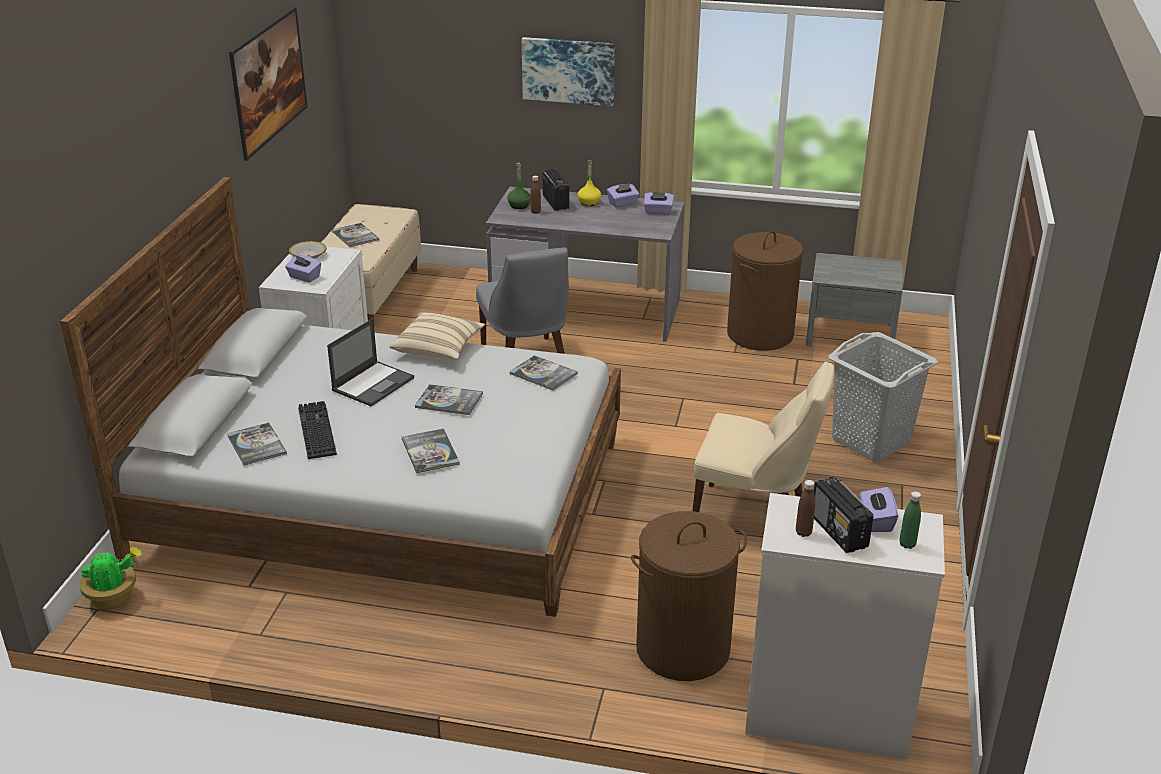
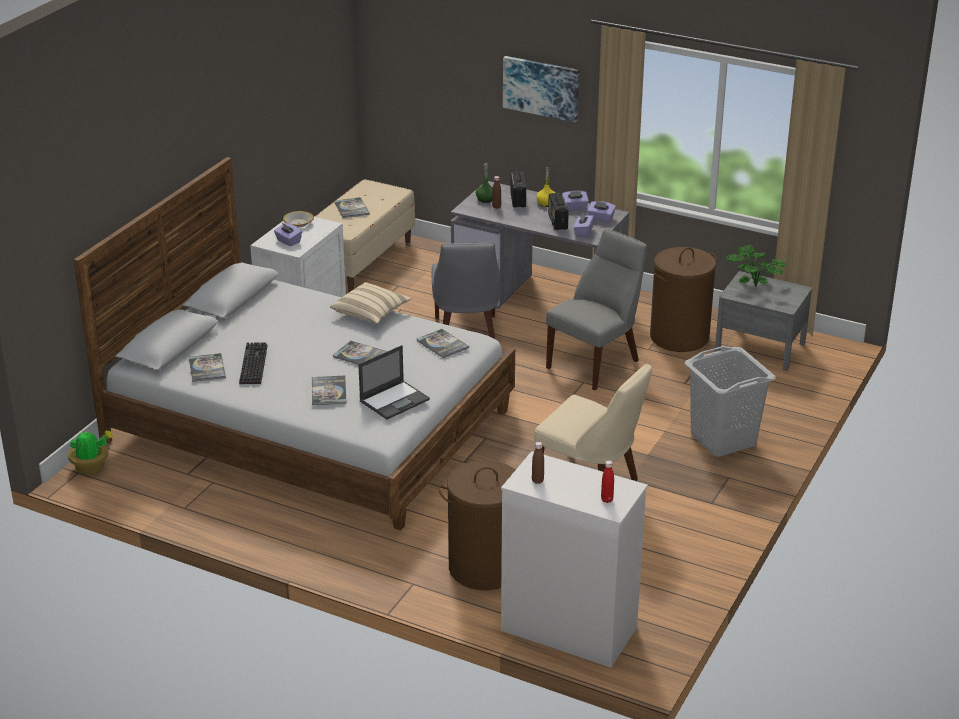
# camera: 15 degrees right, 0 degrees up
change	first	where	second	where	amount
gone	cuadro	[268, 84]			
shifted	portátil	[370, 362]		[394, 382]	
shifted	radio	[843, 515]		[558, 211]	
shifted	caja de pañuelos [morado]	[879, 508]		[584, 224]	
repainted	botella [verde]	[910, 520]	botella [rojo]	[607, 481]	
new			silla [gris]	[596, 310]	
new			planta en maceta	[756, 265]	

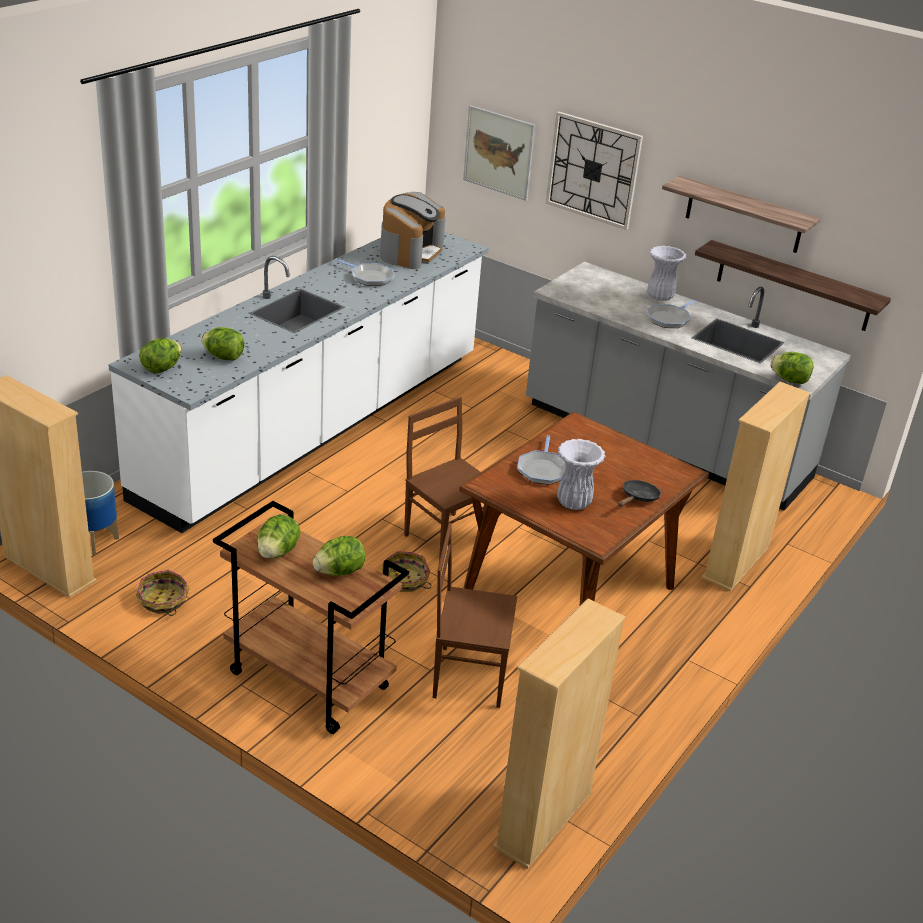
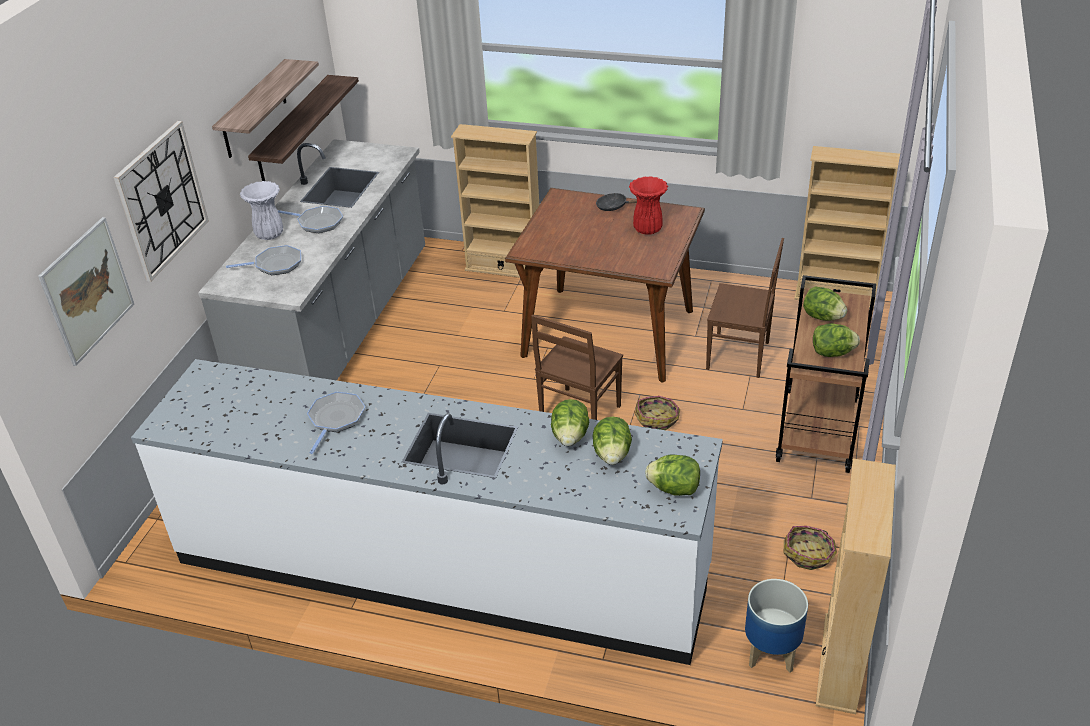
# camera: 105 degrees left, 5 degrees up
change	first	where	second	where	amount
gone	cafetera	[413, 230]			
rotated	silla [marrón]	[475, 615]		[745, 308]	60 degrees counterclockwise
shifted	sartén	[541, 460]		[263, 260]	
repainted	florero [blanco]	[581, 474]	florero [rojo]	[648, 205]	
shifted	lechuga	[791, 368]		[570, 422]	

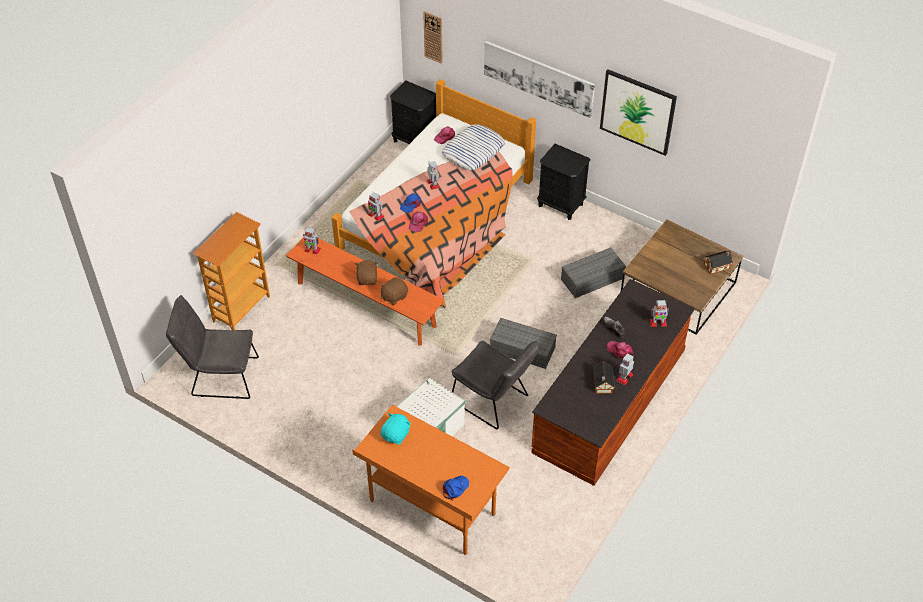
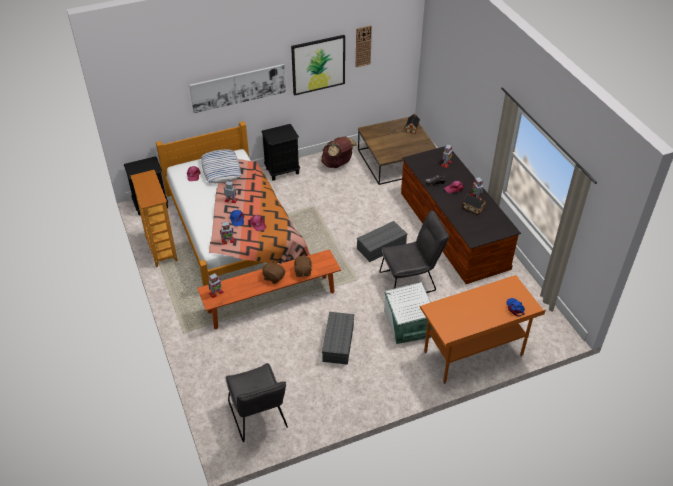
# camera: 55 degrees left, 5 degrees down
change	first	where	second	where	amount
rotated	silla [gris]	[212, 347]		[257, 402]	60 degrees counterclockwise
shifted	estantería	[231, 271]		[154, 218]	
gone	peluche [turquesa]	[396, 429]			
shifted	reloj de pared	[433, 37]		[364, 46]	
shifted	caja de almacenaje [gris]	[593, 272]		[338, 338]	
new			mochila [marrón]	[339, 152]	

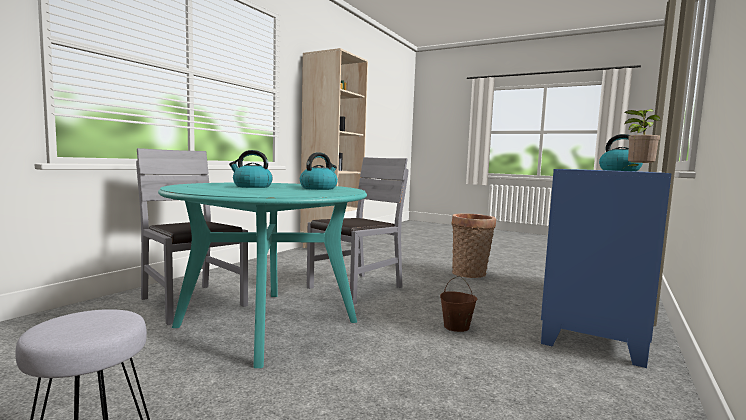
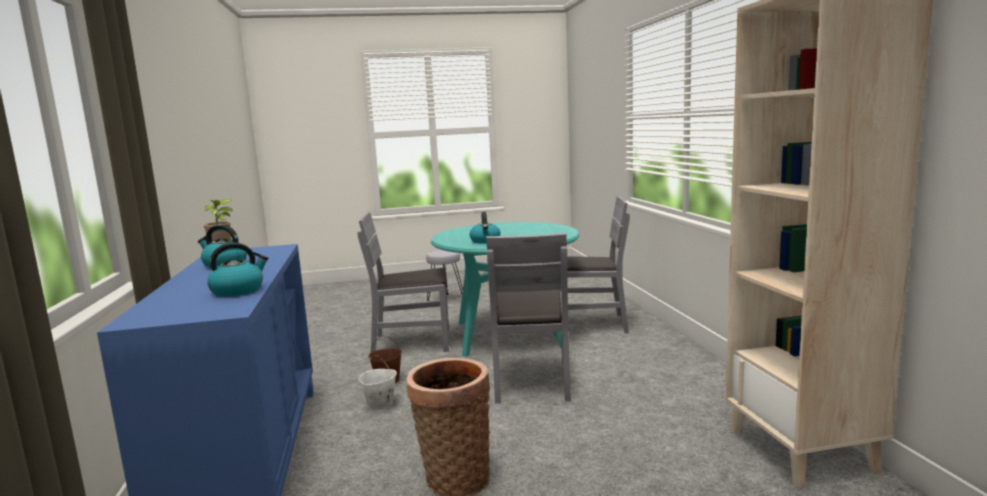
# camera: 140 degrees right, 5 degrees up
change	first	where	second	where	amount
shifted	hervidor	[251, 169]		[237, 269]	
new			silla [gris]	[403, 282]	
new			cubo [blanco]	[378, 382]	

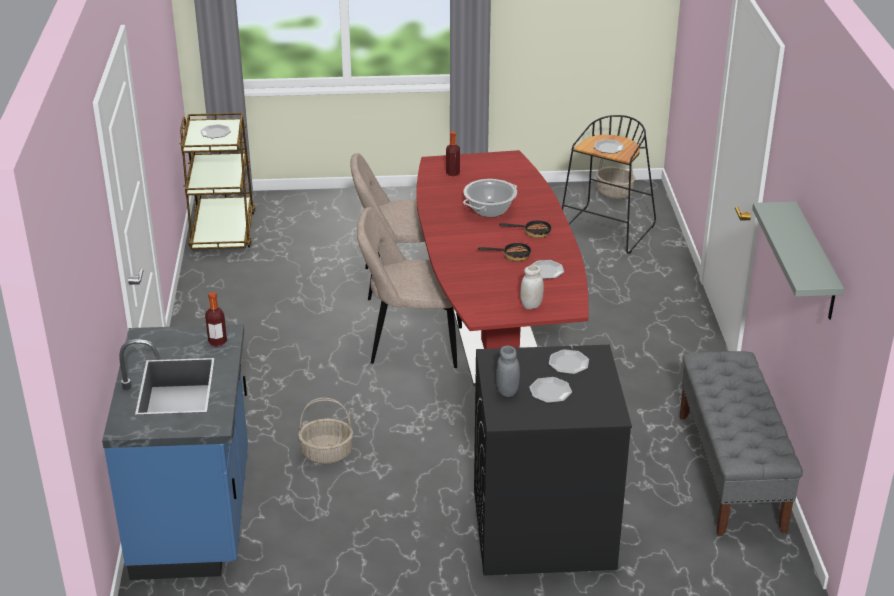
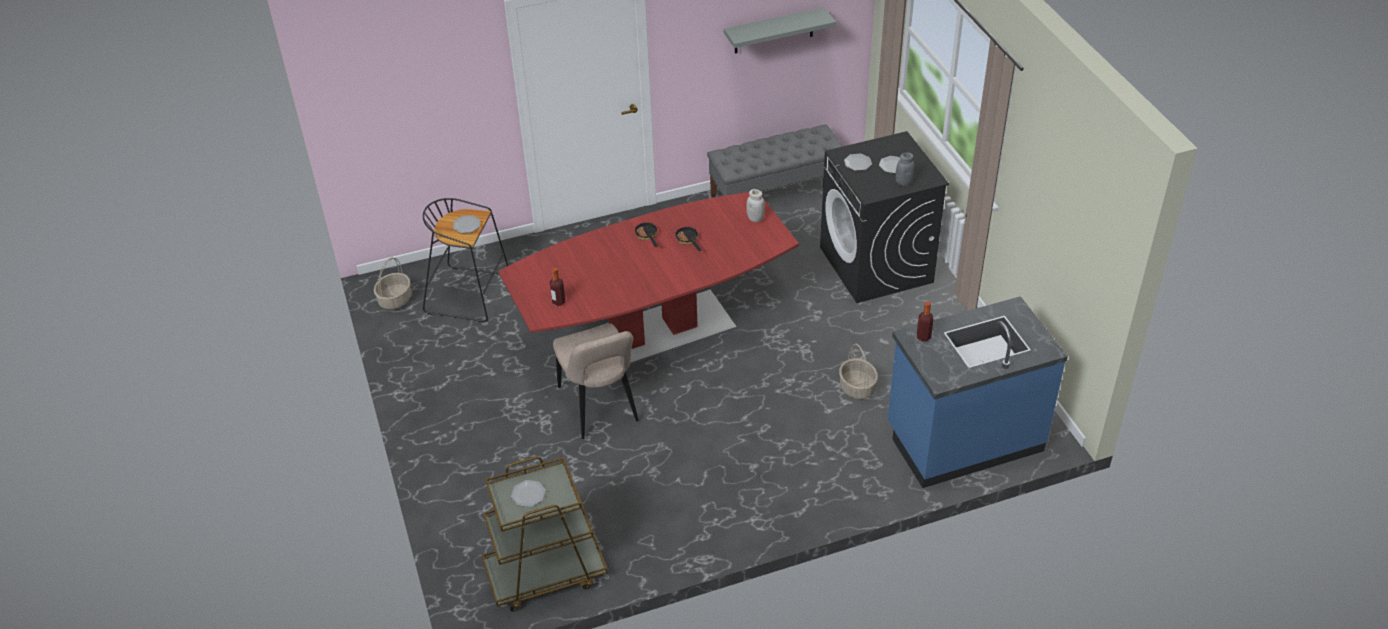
# camera: 105 degrees left, 10 degrees up
change	first	where	second	where	amount
gone	silla [beis]	[409, 287]			
gone	olla	[490, 198]			
gone	plato	[547, 269]			

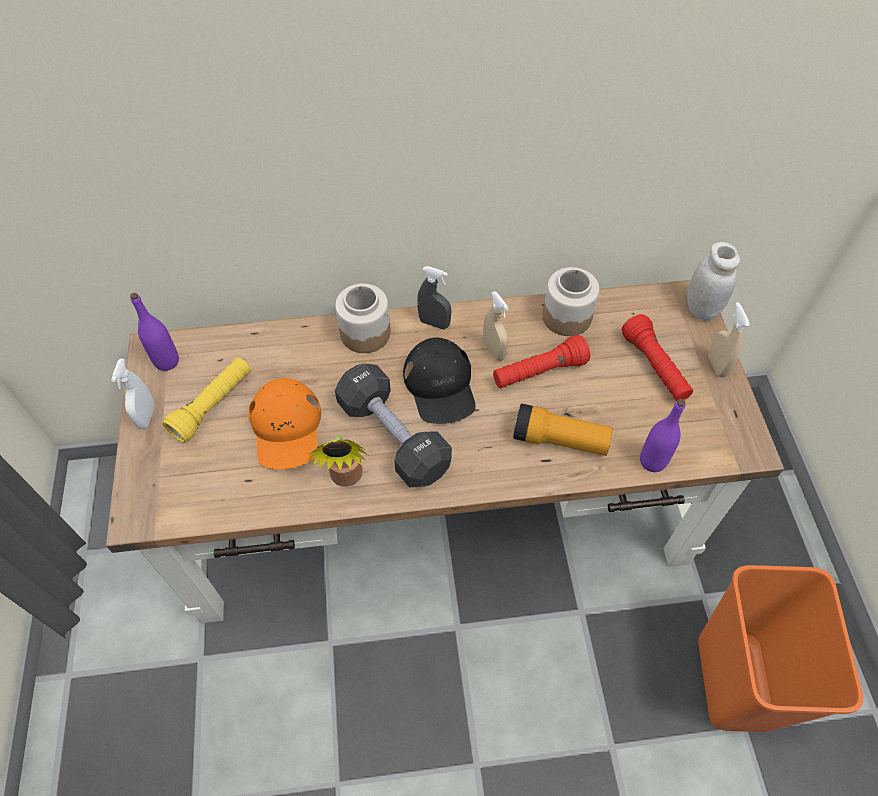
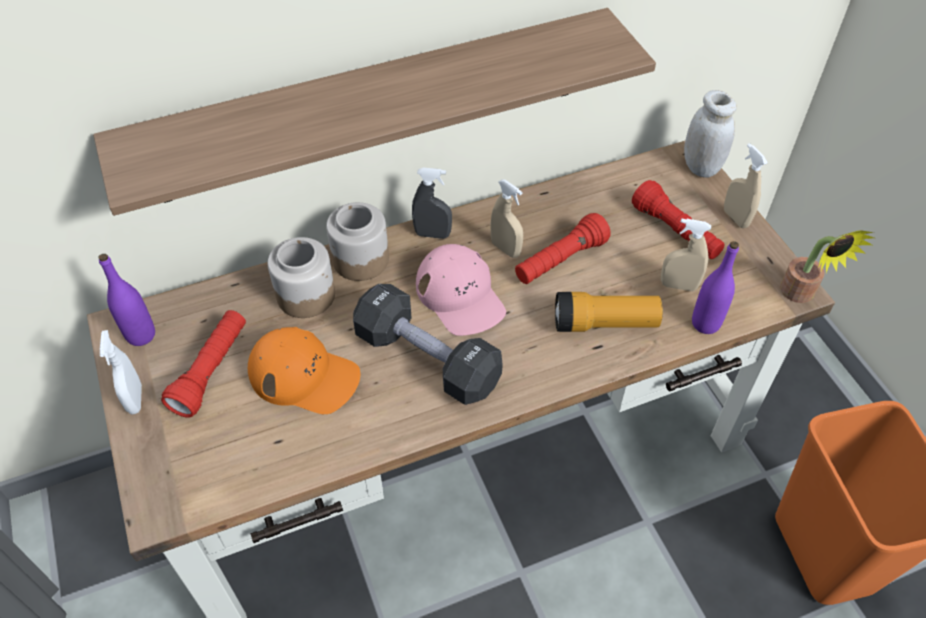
# camera: 15 degrees left, 5 degrees down
change	first	where	second	where	amount
repainted	linterna [amarillo]	[207, 400]	linterna [rojo]	[203, 364]	
rotated	gorra [naranja]	[285, 423]		[304, 370]	45 degrees counterclockwise
shifted	planta en maceta	[338, 461]		[827, 266]	
repainted	gorra [negro]	[439, 381]	gorra [rosa]	[461, 290]	
shifted	tarro	[571, 301]		[301, 277]	
new			estante	[374, 112]	
new			pulverizador [beis]	[686, 255]	

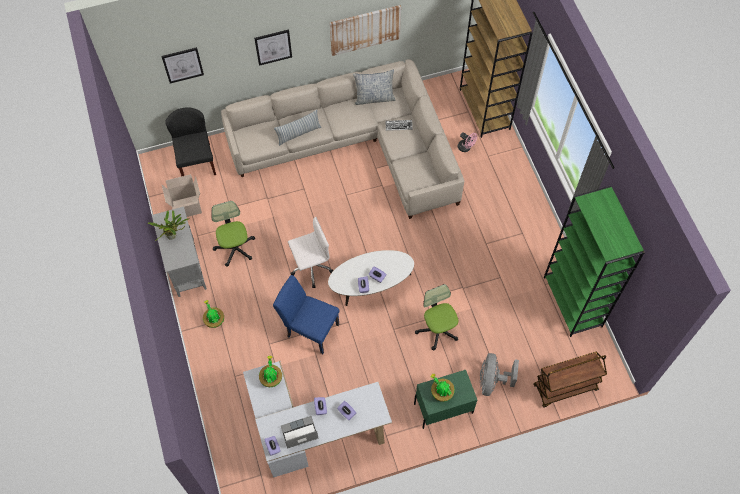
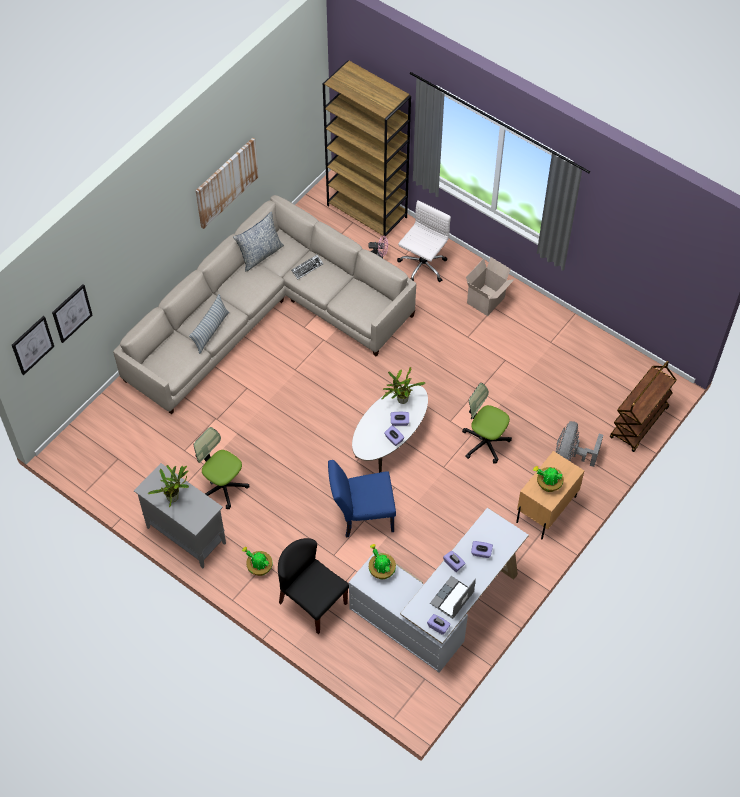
# camera: 35 degrees left, 5 degrees down
change	first	where	second	where	amount
shifted	caja de cartón	[182, 195]		[490, 286]	
shifted	silla [negro]	[190, 141]		[313, 586]	
shifted	cuadro	[273, 47]		[33, 345]	
shifted	silla de oficina [blanco]	[311, 252]		[424, 241]	
repainted	mesita de noche [verde]	[445, 399]	mesita de noche [beis]	[550, 495]	
rotated	ventilador [gris]	[499, 374]		[579, 444]	45 degrees clockwise
gone	estantería [verde]	[594, 261]			
new			planta en maceta	[403, 385]	

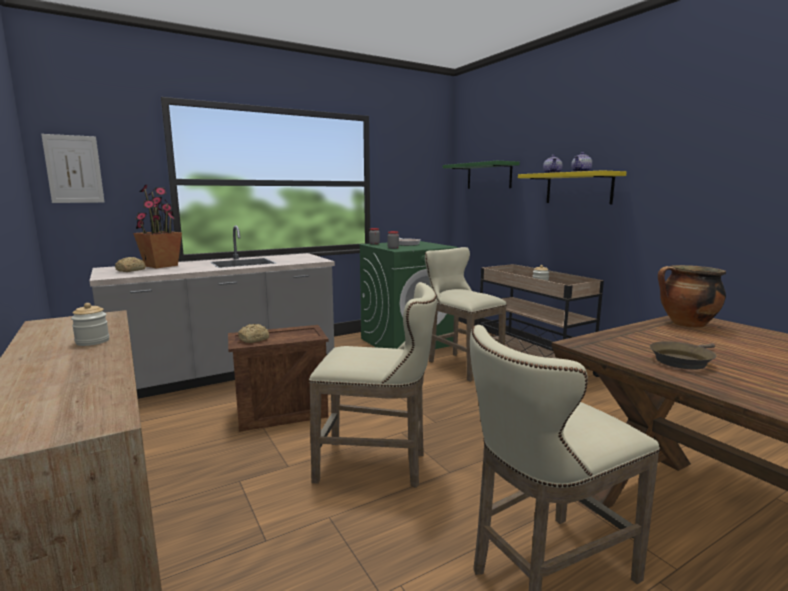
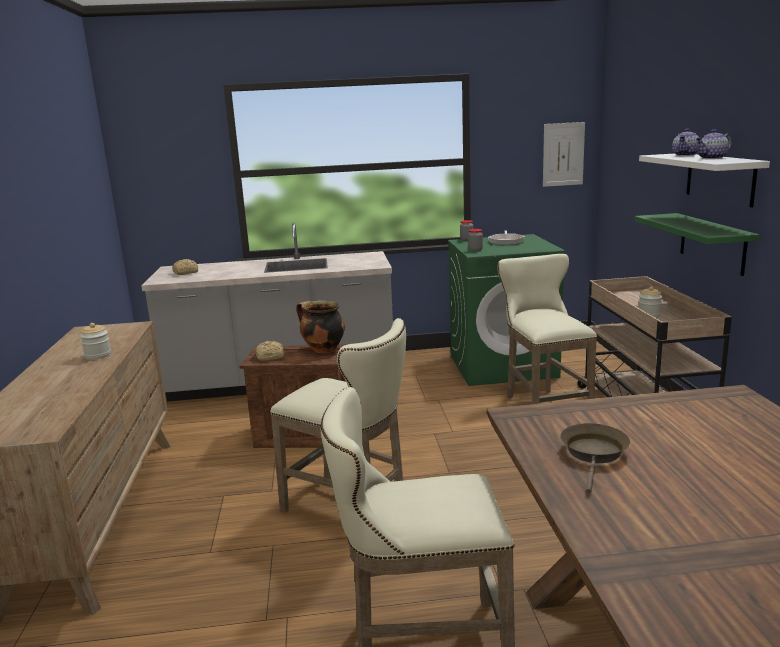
# camera: 25 degrees right, 5 degrees up
change	first	where	second	where	amount
shifted	cuadro	[73, 168]		[564, 154]	
gone	planta en maceta	[157, 226]			
shifted	estante [verde]	[481, 175]		[697, 244]	
repainted	estante [amarillo]	[572, 187]	estante [blanco]	[704, 180]	
rotated	sartén [marrón]	[683, 355]		[595, 458]	120 degrees clockwise
shifted	olla	[692, 296]		[320, 326]	

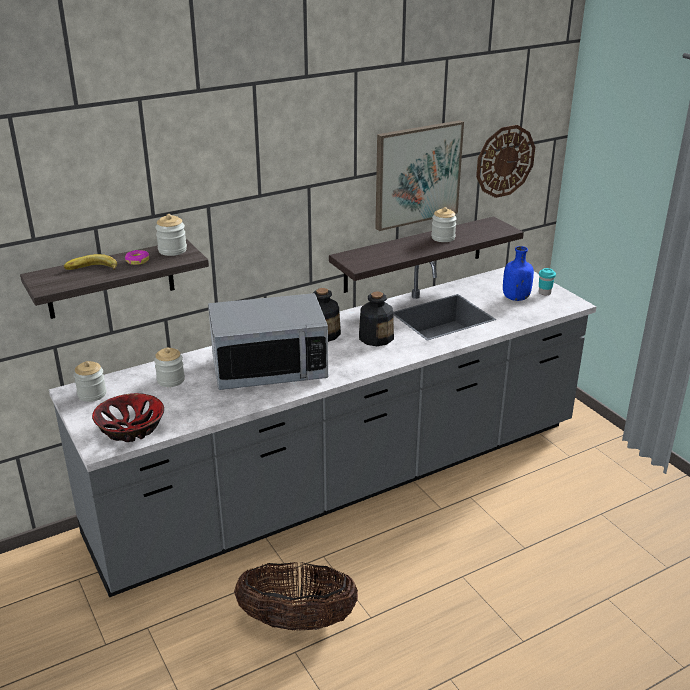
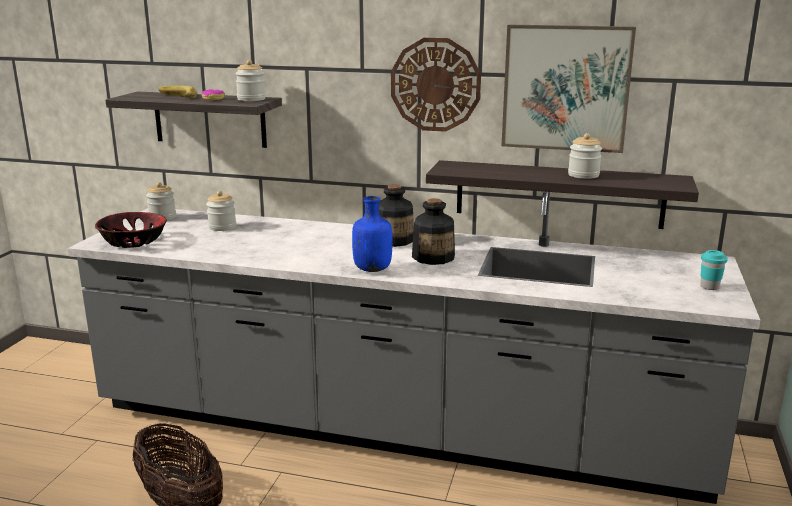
# camera: 45 degrees right, 10 degrees down
change	first	where	second	where	amount
gone	microondas	[268, 341]			
shifted	reloj de pared	[505, 161]		[436, 85]	
shifted	botella [azul]	[518, 273]		[372, 234]	

